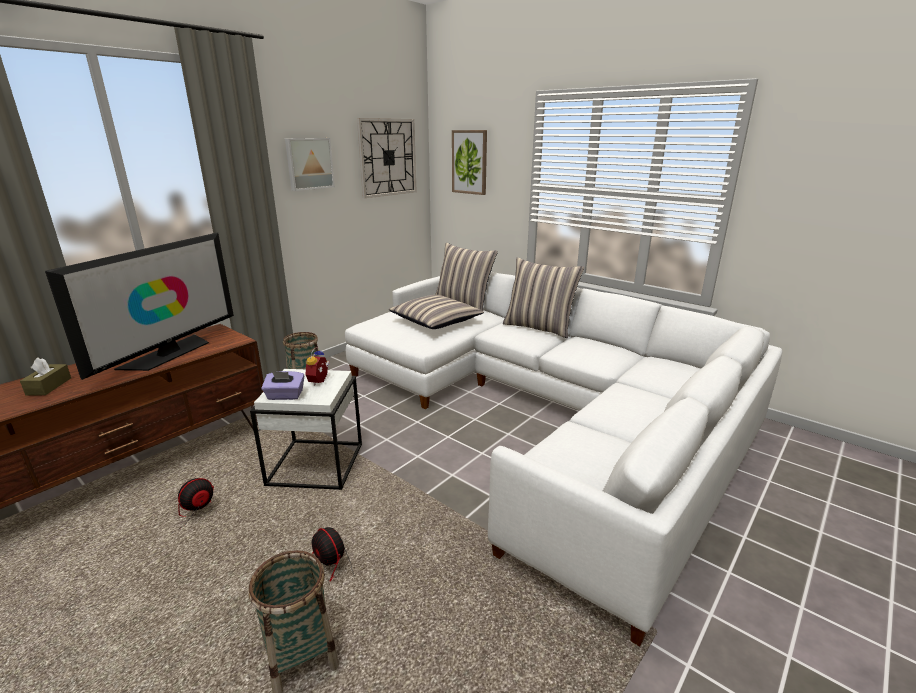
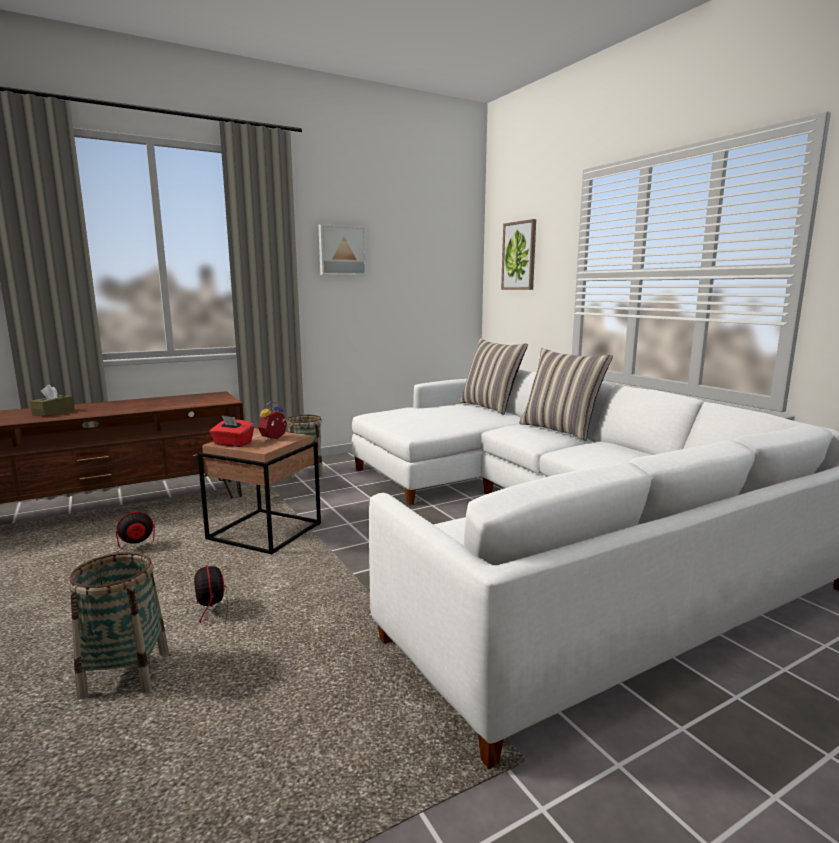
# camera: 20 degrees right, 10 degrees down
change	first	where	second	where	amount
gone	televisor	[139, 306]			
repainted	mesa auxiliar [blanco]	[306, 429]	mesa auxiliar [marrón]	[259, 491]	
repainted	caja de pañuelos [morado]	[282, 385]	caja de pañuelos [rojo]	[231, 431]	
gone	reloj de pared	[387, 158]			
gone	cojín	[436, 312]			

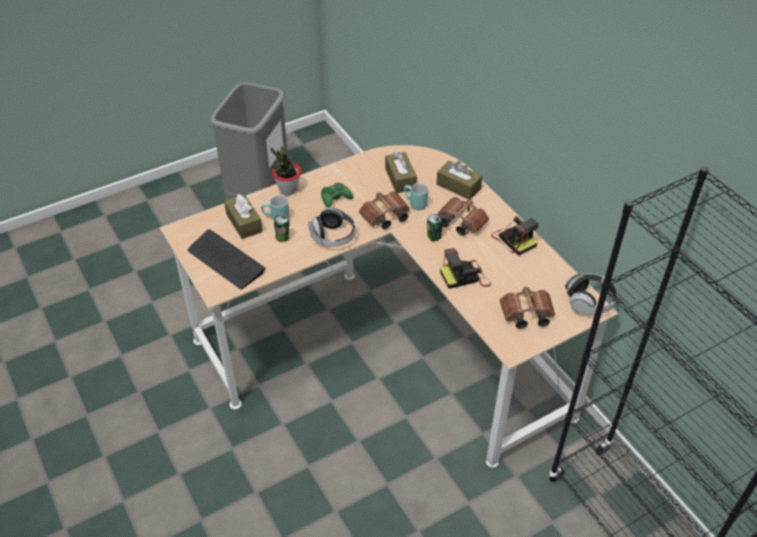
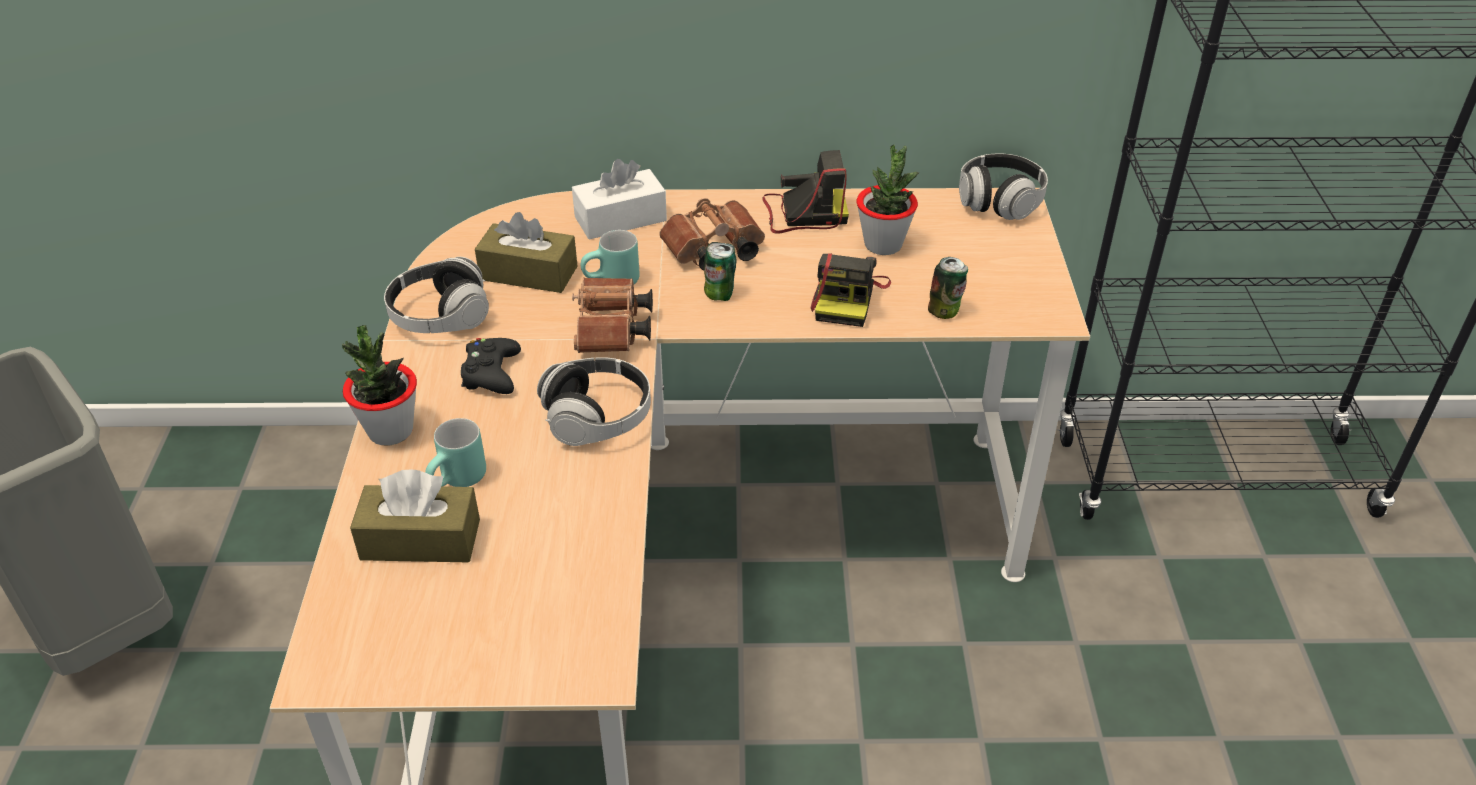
# camera: 60 degrees left, 5 degrees down
change	first	where	second	where	amount
gone	teclado	[226, 259]			
shifted	lata	[282, 228]		[948, 288]	
repainted	mando de consola [verde]	[337, 195]	mando de consola [negro]	[491, 366]	
repainted	caja de pañuelos [marrón]	[459, 180]	caja de pañuelos [blanco]	[619, 199]	
gone	prismáticos [marrón]	[527, 307]			
new			auriculares	[436, 295]	
new			planta en maceta	[888, 200]	

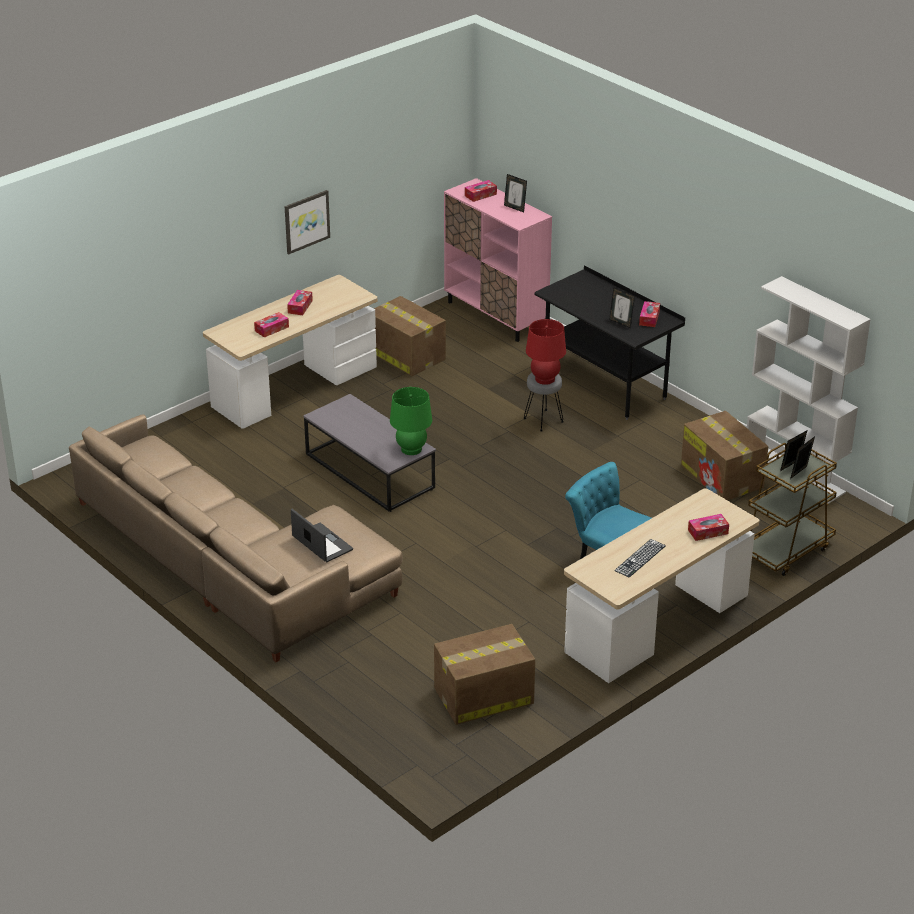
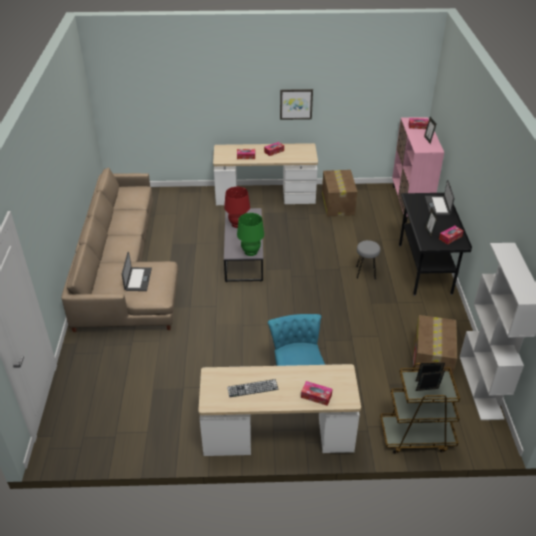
# camera: 40 degrees right, 5 degrees up
change	first	where	second	where	amount
gone	caja de cartón	[484, 674]			
shifted	lámpara de mesa [rojo]	[546, 352]		[237, 207]	
new			portátil	[440, 197]	

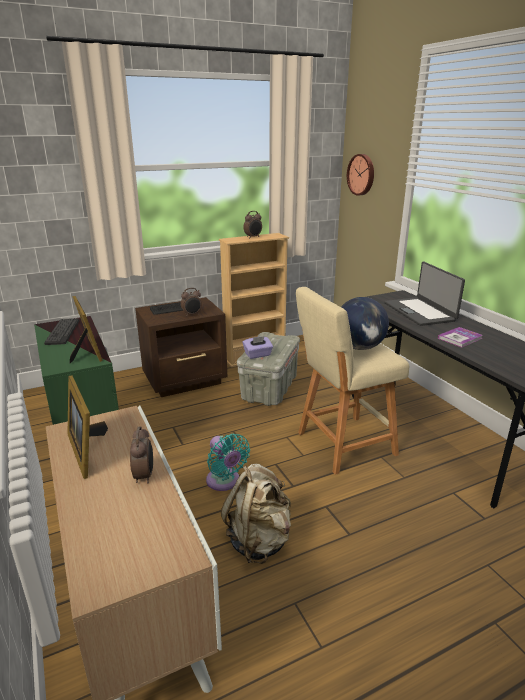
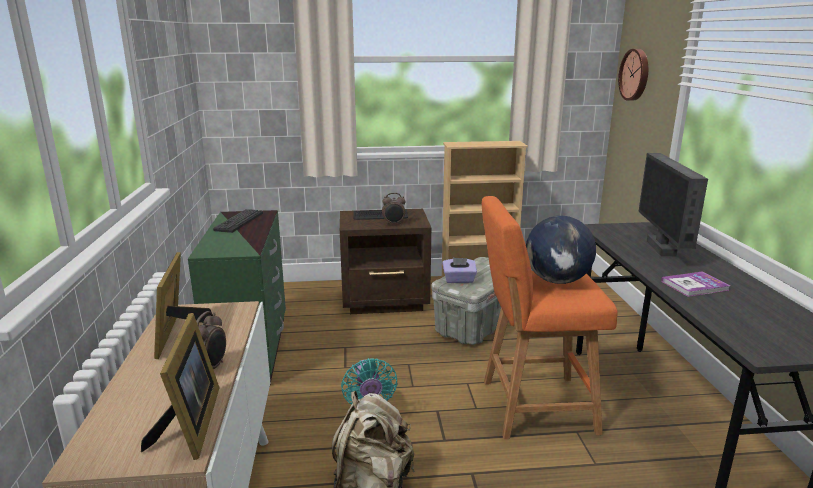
# camera: 20 degrees right, 5 degrees down
change	first	where	second	where	amount
shifted	portarretratos	[86, 329]		[180, 386]	
gone	despertador	[252, 224]			
repainted	taburete [beis]	[353, 381]	taburete [naranja]	[550, 317]	
swapped	portátil	[424, 294]	monitor	[673, 204]	

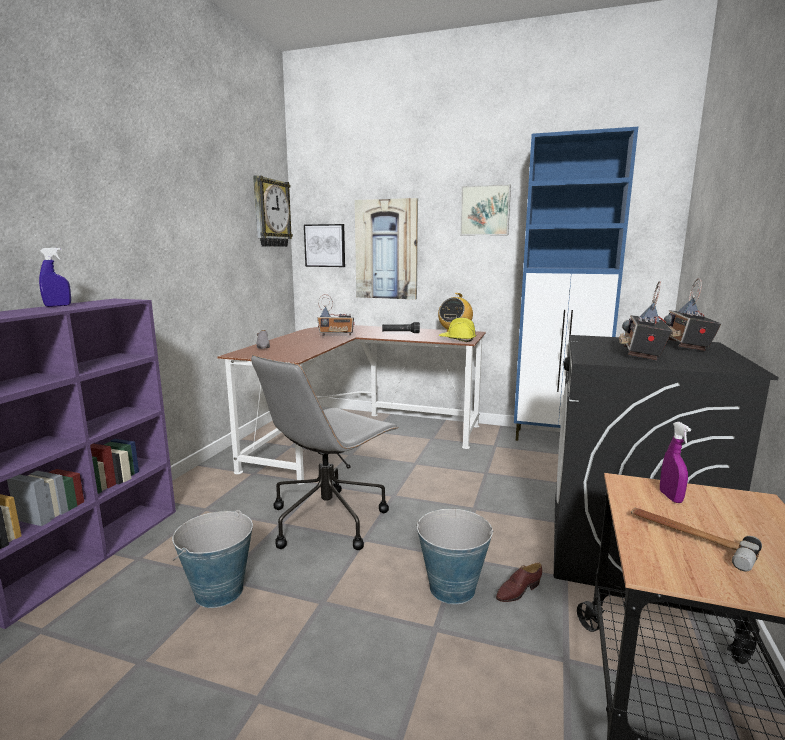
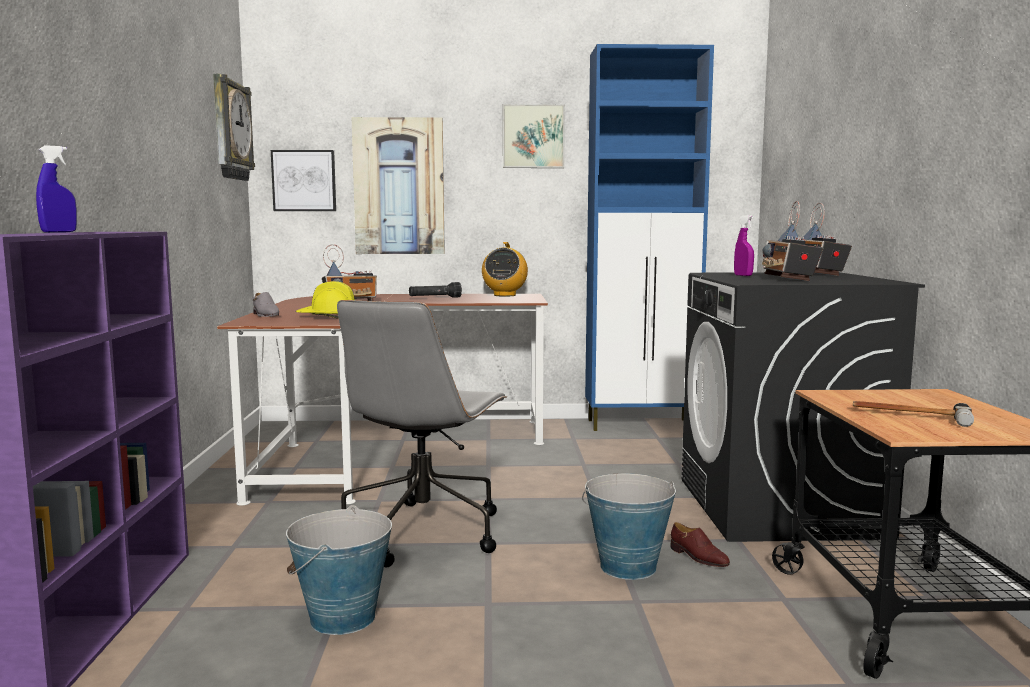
# camera: 20 degrees left, 5 degrees down
change	first	where	second	where	amount
shifted	casco [amarillo]	[457, 329]		[325, 300]	
rotated	zapato [marrón]	[519, 582]		[700, 544]	75 degrees counterclockwise
shifted	pulverizador [morado]	[675, 462]		[744, 245]	

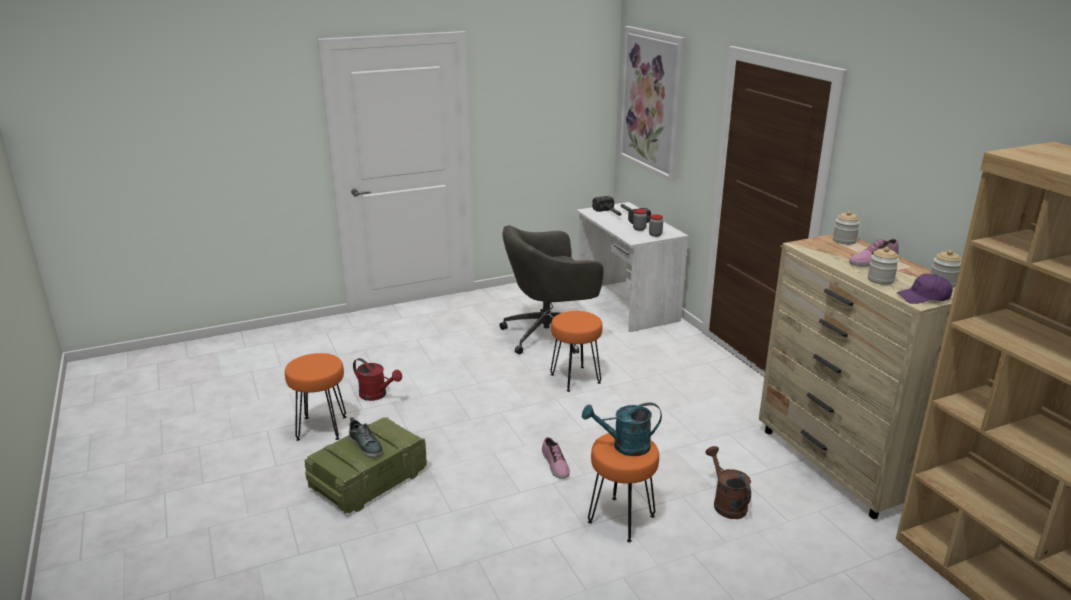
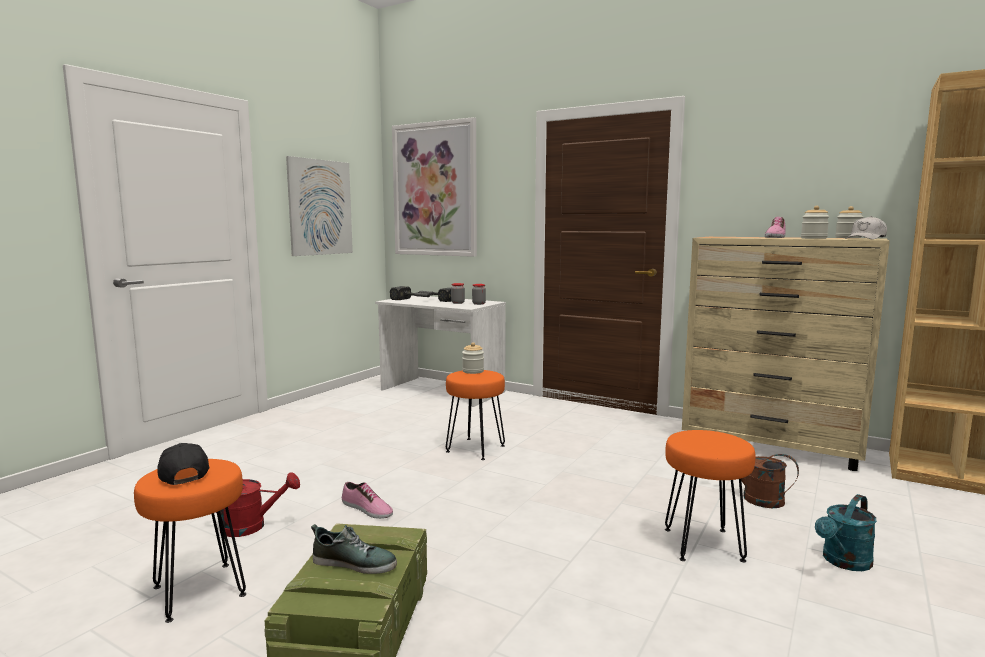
# camera: 35 degrees left, 15 degrees down
change	first	where	second	where	amount
gone	silla de oficina [gris]	[551, 289]			
shifted	zapato	[556, 458]		[367, 500]	
shifted	regadera [turquesa]	[622, 429]		[846, 532]	
shifted	tarro	[846, 228]		[473, 358]	
repainted	gorra [morado]	[925, 289]	gorra [blanco]	[866, 227]	
new			gorra [negro]	[183, 464]	
new			cuadro	[319, 206]	

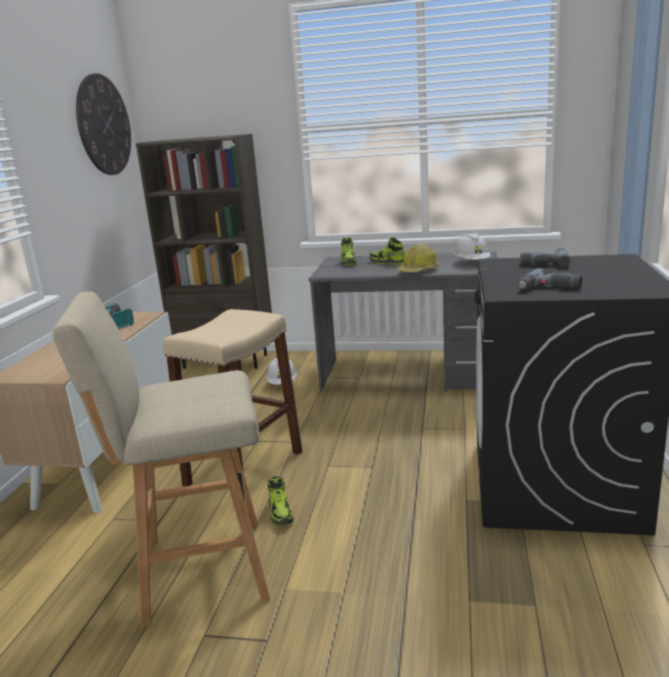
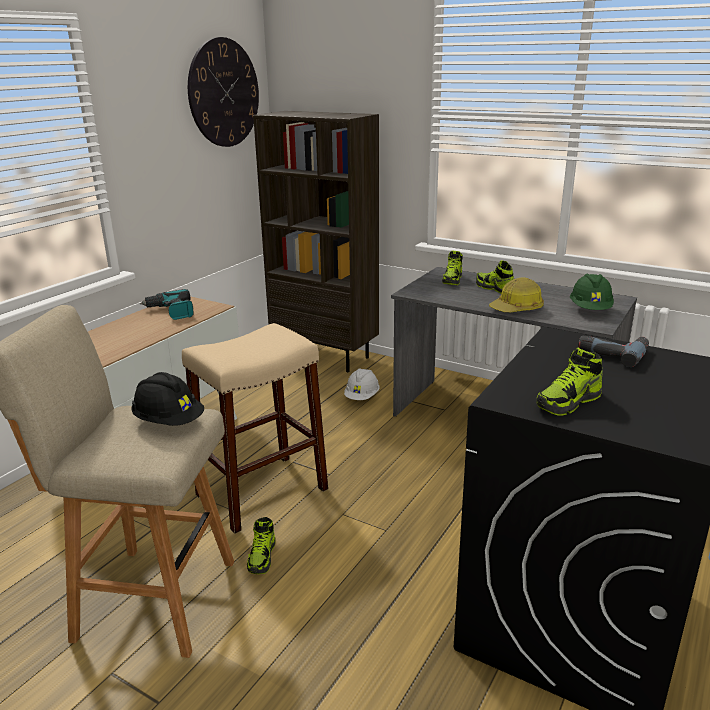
# camera: 20 degrees right, 5 degrees up
change	first	where	second	where	amount
repainted	casco [blanco]	[472, 246]	casco [verde]	[592, 292]	
swapped	taladro	[550, 279]	zapato	[570, 381]	
new			casco [negro]	[167, 399]	

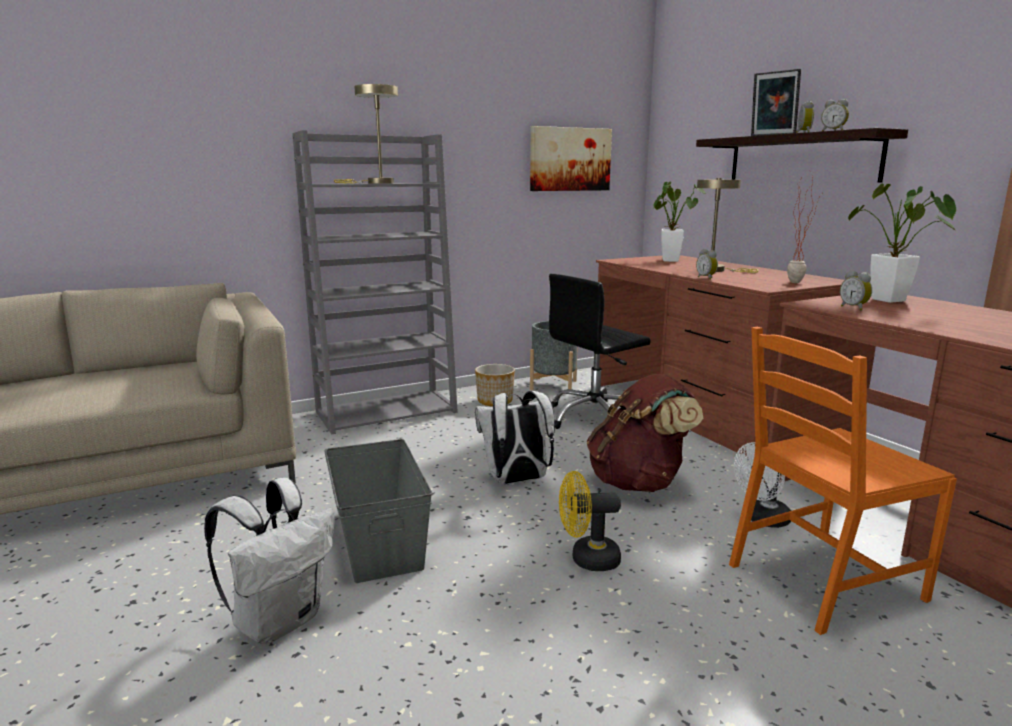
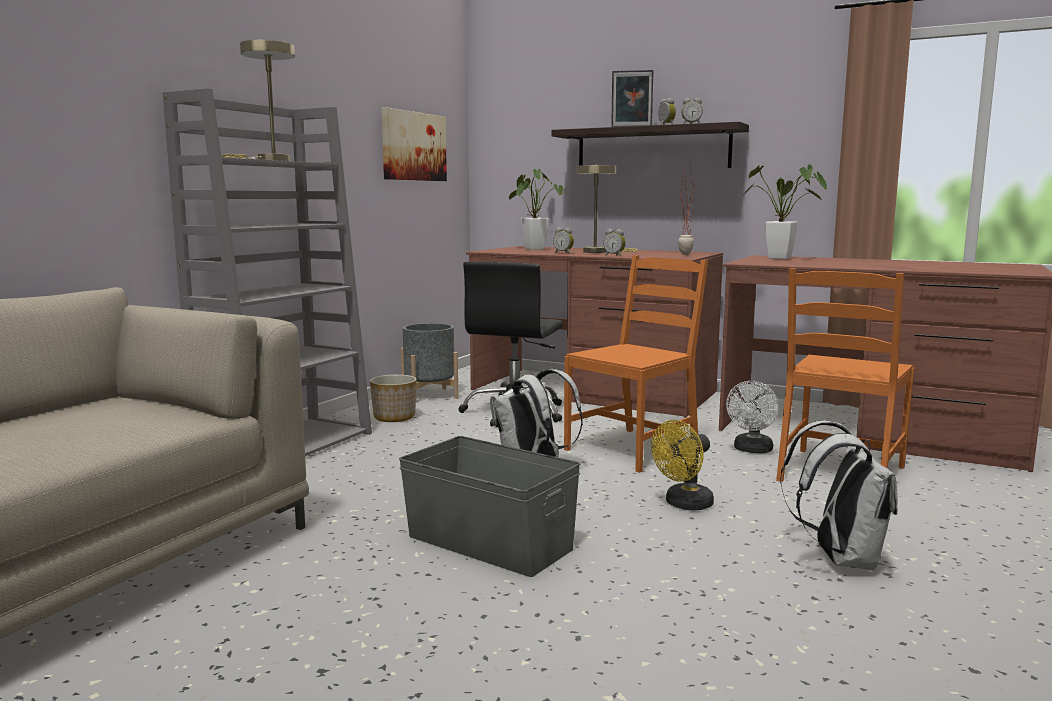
# camera: 35 degrees left, 5 degrees down
change	first	where	second	where	amount
shifted	mochila [blanco]	[269, 560]		[839, 495]	
swapped	mochila [marrón]	[645, 433]	silla [naranja]	[636, 364]	
shifted	despertador	[856, 290]		[563, 240]	

